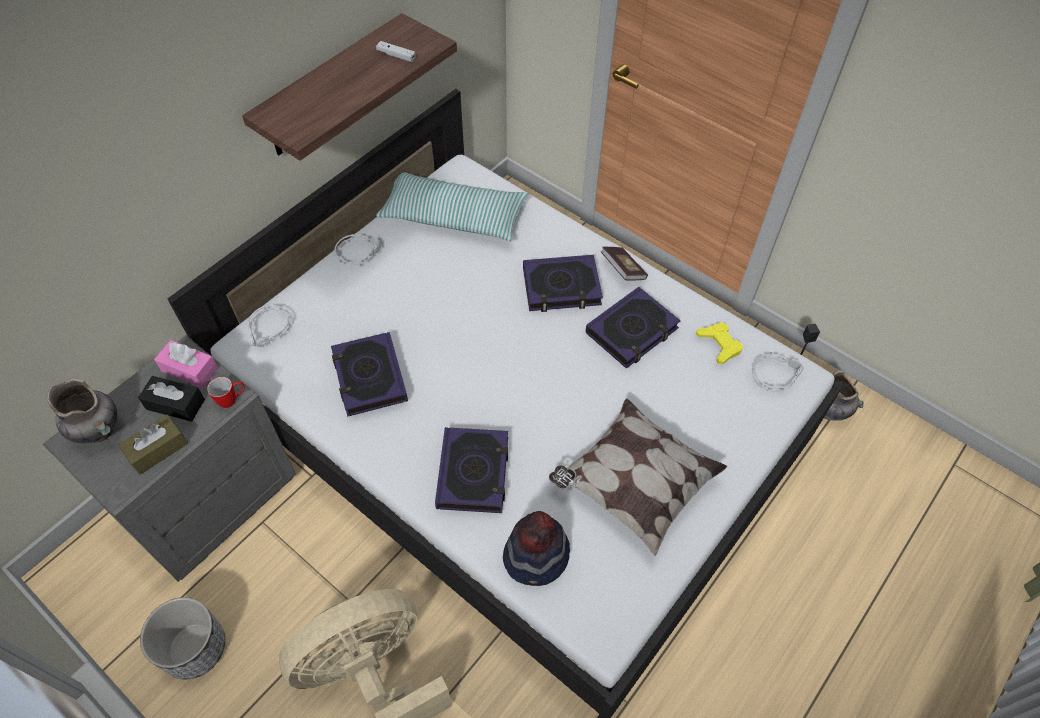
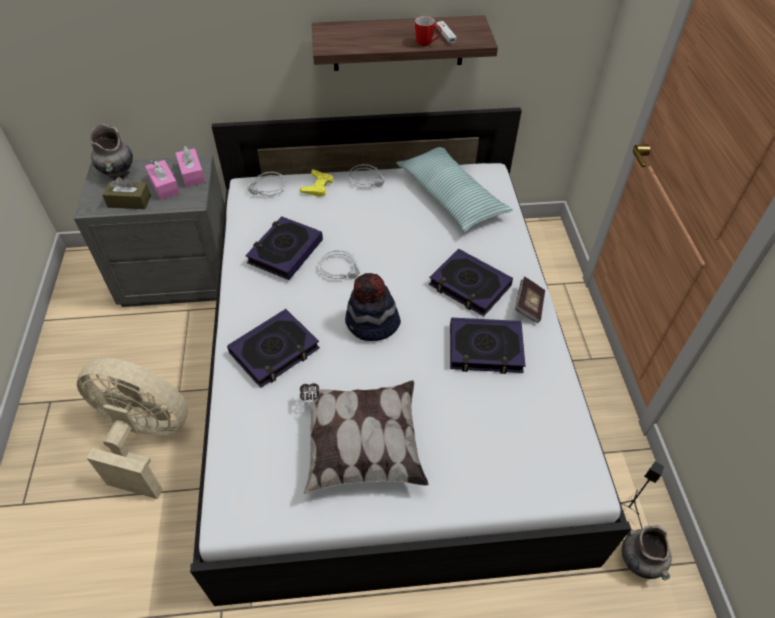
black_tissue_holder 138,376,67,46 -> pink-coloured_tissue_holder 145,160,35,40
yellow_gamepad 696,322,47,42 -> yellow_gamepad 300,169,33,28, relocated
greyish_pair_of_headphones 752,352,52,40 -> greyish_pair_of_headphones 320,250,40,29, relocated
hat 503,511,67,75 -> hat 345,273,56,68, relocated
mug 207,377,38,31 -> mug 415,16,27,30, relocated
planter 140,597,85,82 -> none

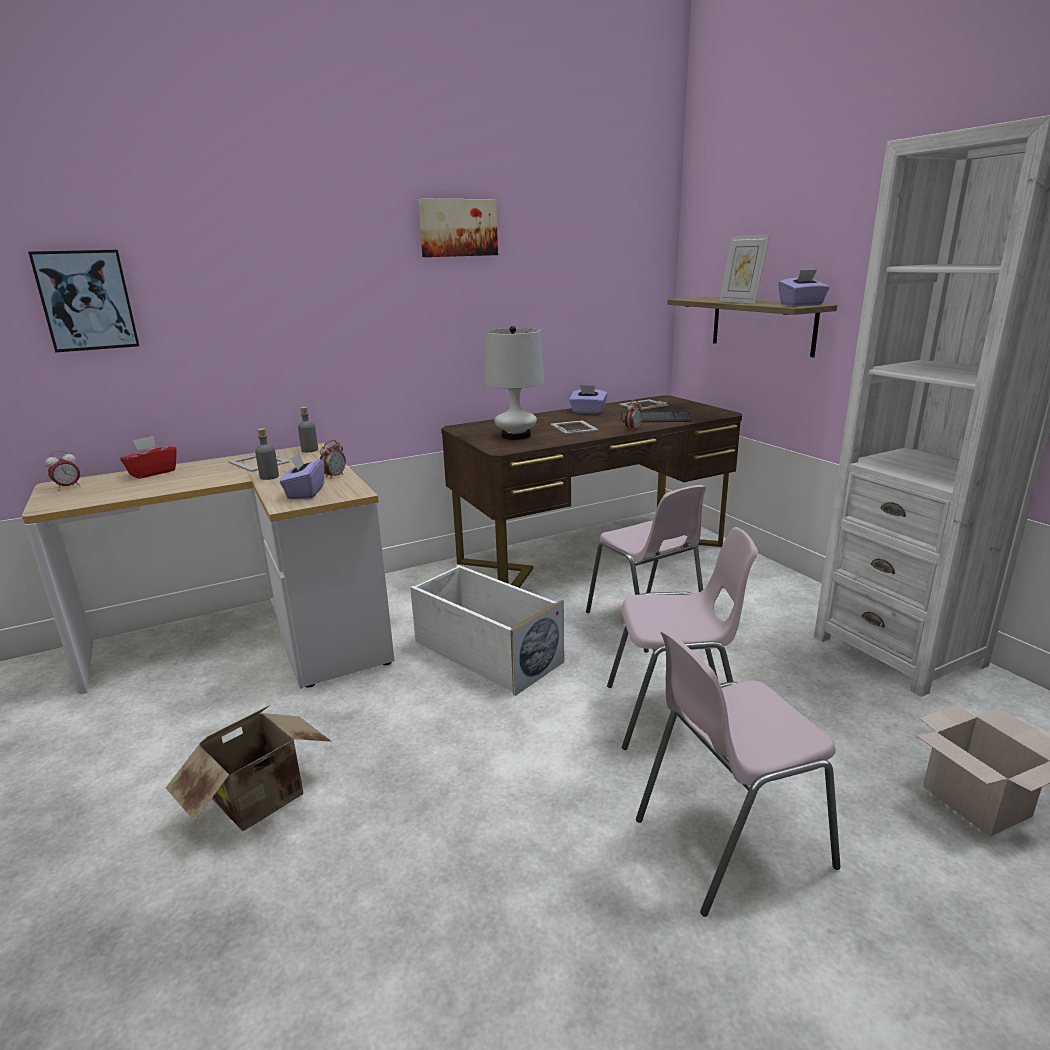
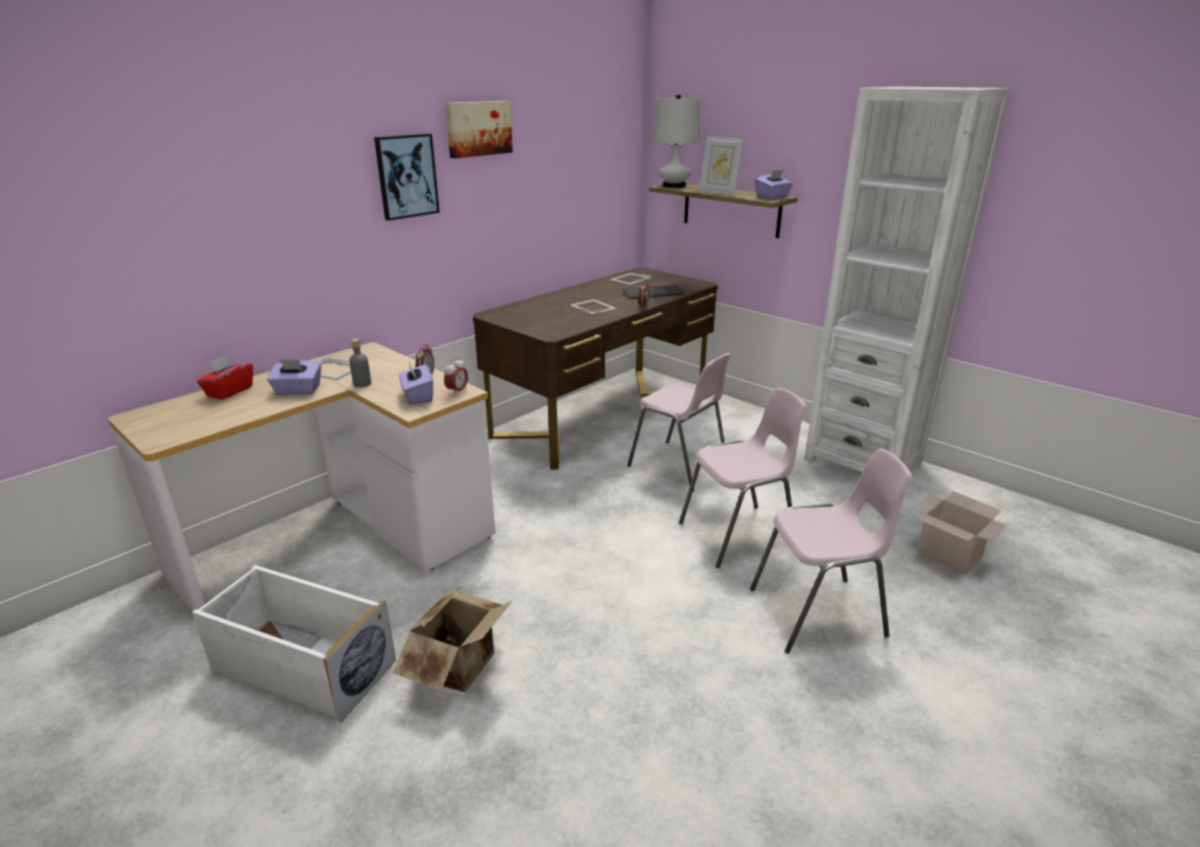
whitish_storage_box 410,565,154,131 -> whitish_storage_box 192,565,204,158, relocated
purplish_tissue_holder 569,385,38,29 -> purplish_tissue_holder 267,359,54,36, relocated
picture 28,250,111,103 -> picture 374,133,66,88, relocated
bedside_clock 45,450,35,41 -> bedside_clock 444,357,24,39, relocated
whitish_table_lamp 485,326,59,114 -> whitish_table_lamp 653,94,47,94, relocated
pink-coloured_chair 636,629,205,288 -> pink-coloured_chair 750,448,162,206, 150 degrees counterclockwise
greyish_beverage_bottle 298,407,20,45 -> none

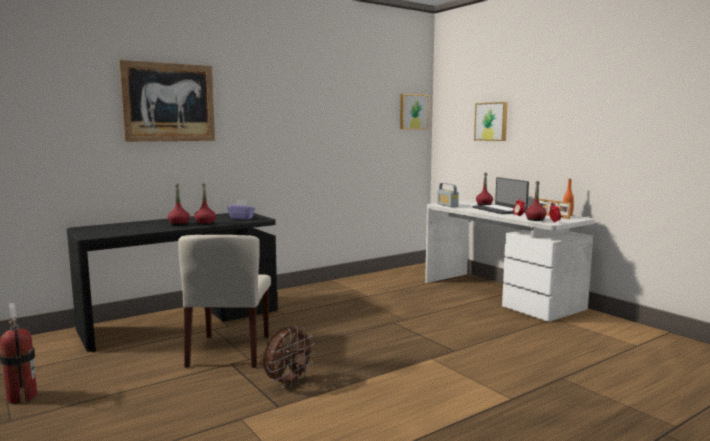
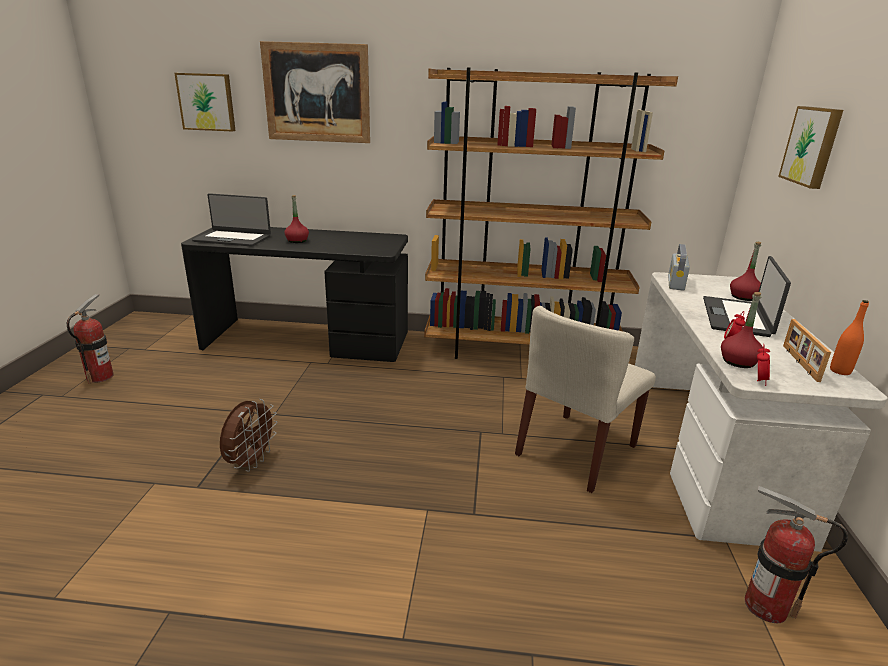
picture 400,94,29,35 -> picture 174,73,62,58, relocated
none -> laptop 192,193,79,54
brown-coloured_cooling_fan 263,326,52,62 -> brown-coloured_cooling_fan 220,399,58,73, 60 degrees counterclockwise
none -> brown-coloured_bookshelf 424,67,254,292
beige_chair 178,235,93,133 -> beige_chair 515,306,141,187, relocated
none -> extinguisher 745,486,103,137
red-coloured_beverage_bottle 194,183,22,42 -> none
purplish_tissue_holder 227,199,28,21 -> none

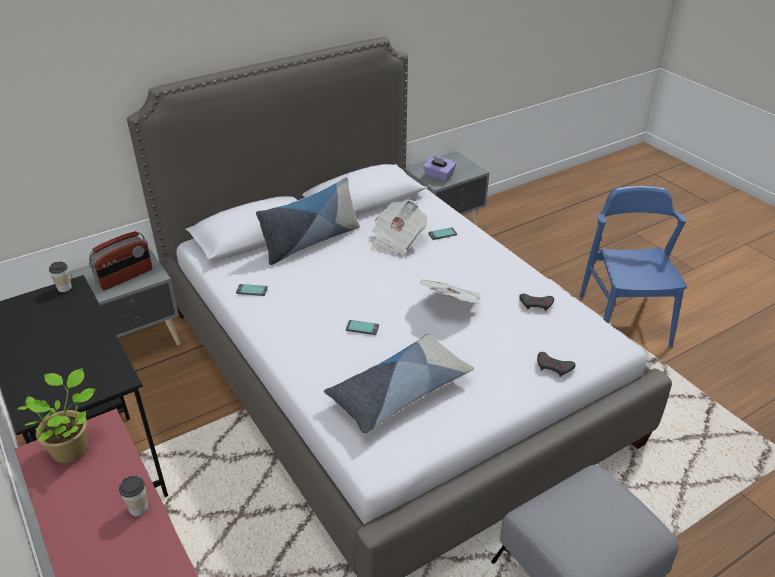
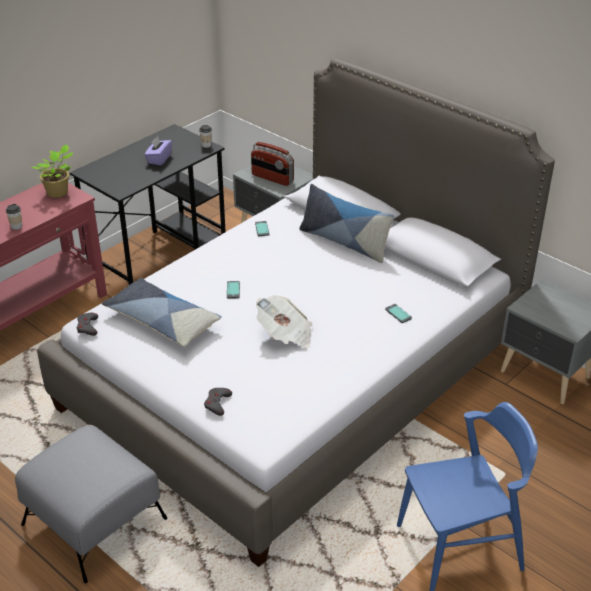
greyish_gamepad 519,294,35,17 -> greyish_gamepad 77,313,21,23, relocated
purplish_tissue_holder 423,156,33,26 -> purplish_tissue_holder 144,136,28,29, relocated
newspaper 371,200,56,54 -> none

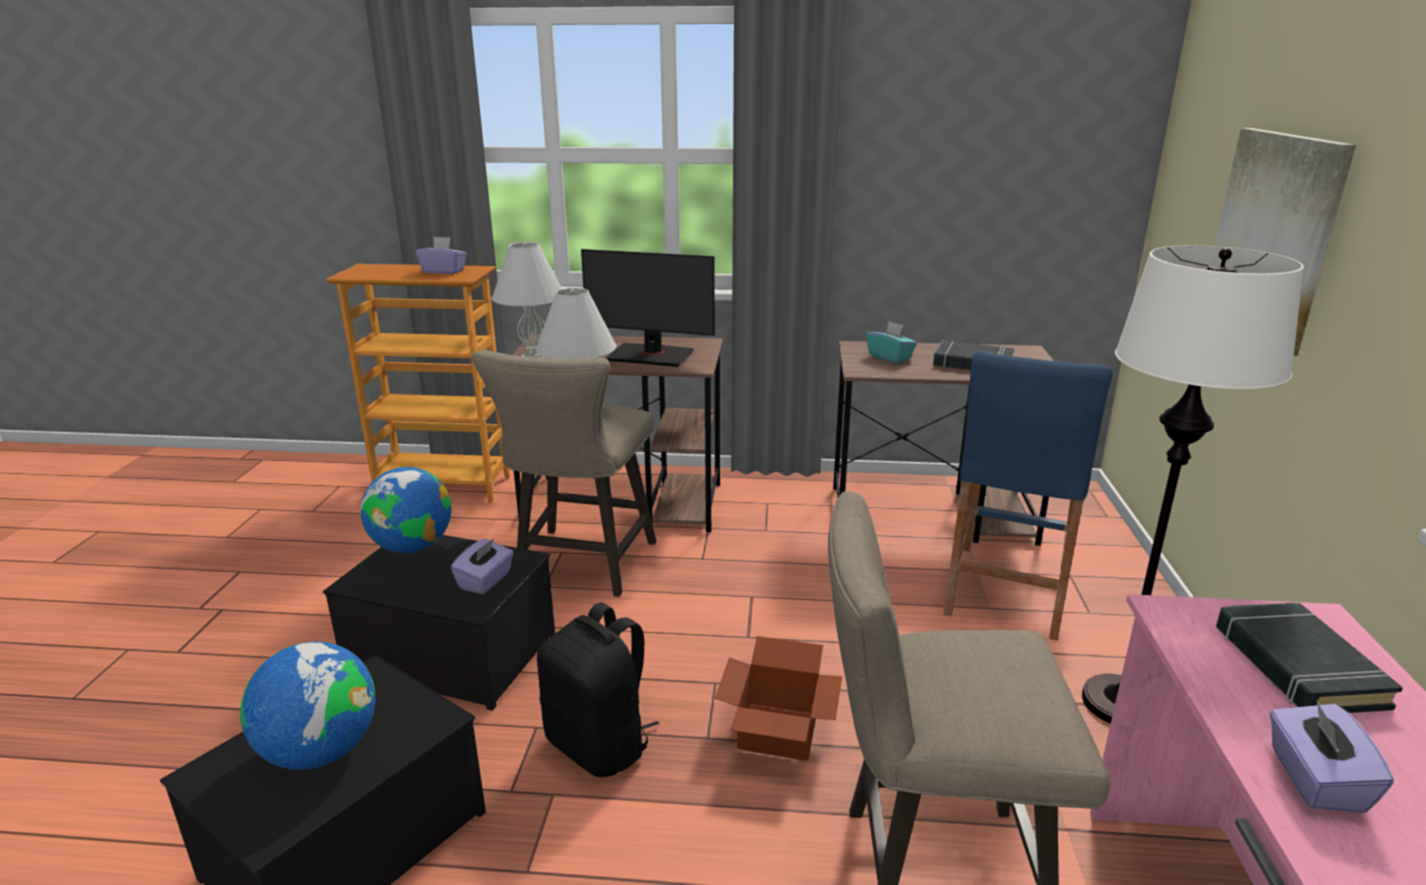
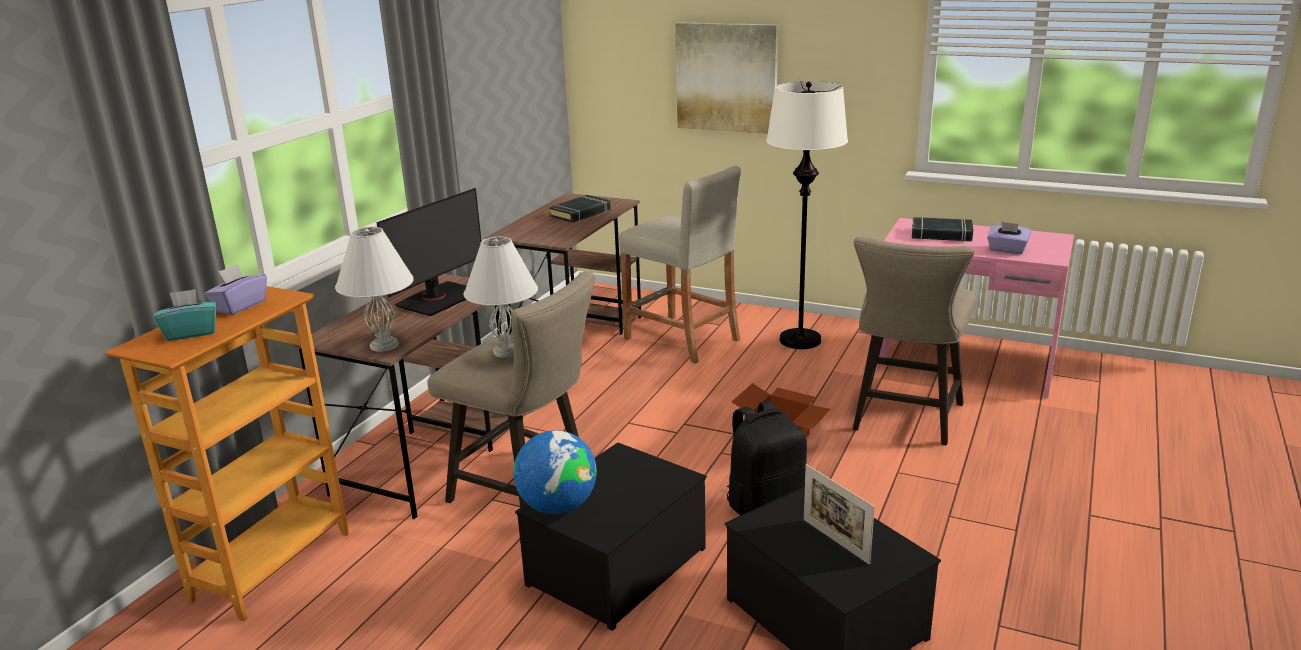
turquoise-coloured_tissue_holder 866,321,51,42 -> turquoise-coloured_tissue_holder 154,289,63,52, relocated
bluish_stool 943,350,170,291 -> beige_stool 619,166,122,198
world_globe 240,642,135,128 -> photo_frame 804,464,71,100
purplish_tissue_holder 451,538,63,56 -> none

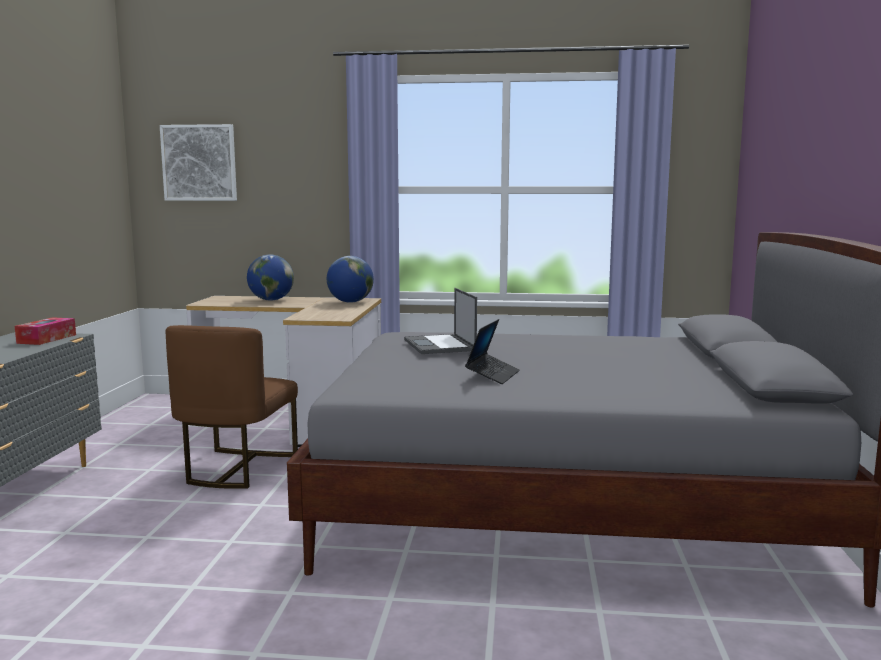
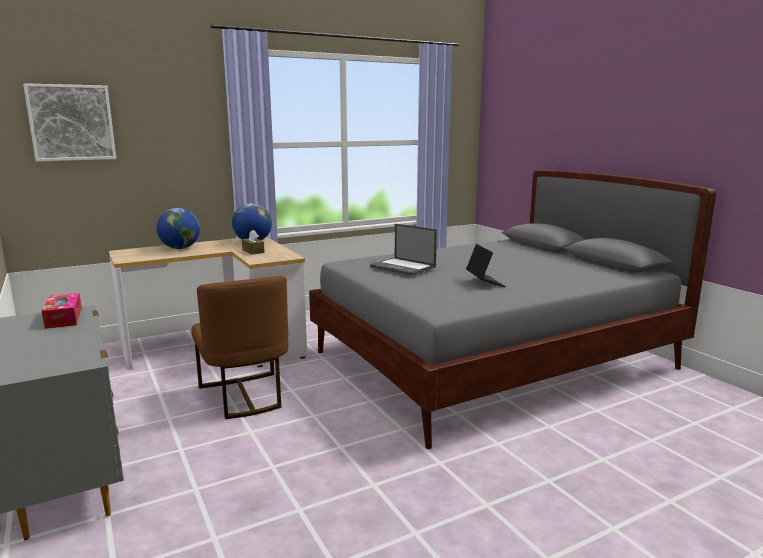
none -> brown-coloured_tissue_holder 242,230,23,25

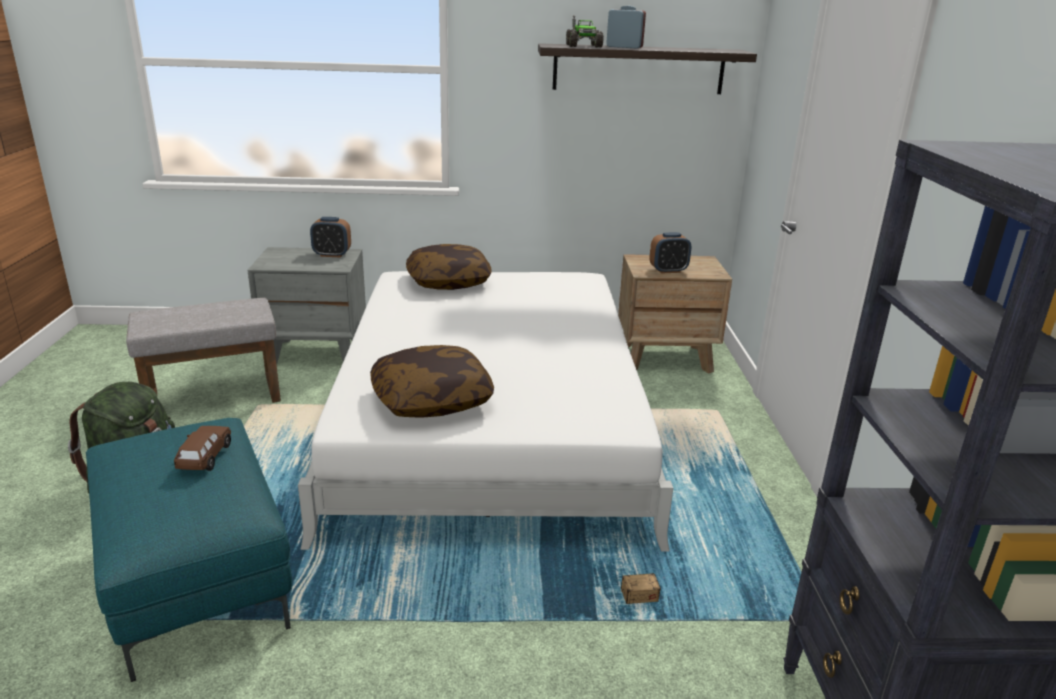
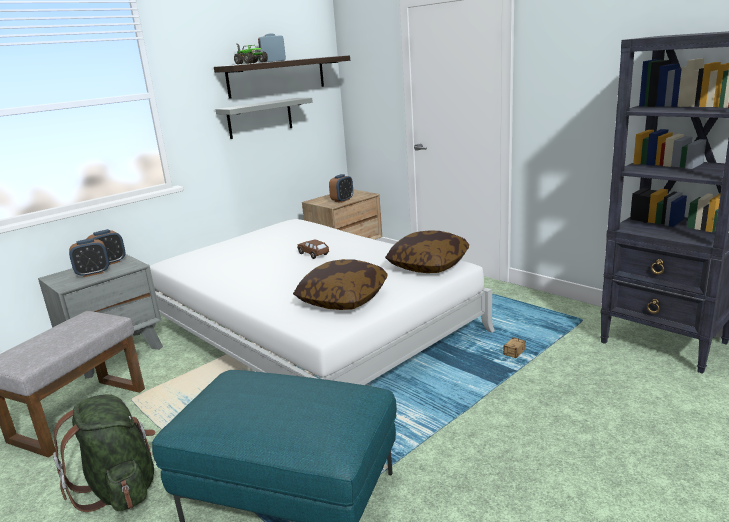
none -> bedside_clock 69,238,40,39
none -> greyish_wall_shelf 215,98,98,41
brown-coloured_model_car 174,426,57,45 -> brown-coloured_model_car 297,239,32,20, relocated
pillow 406,244,86,46 -> pillow 385,230,84,43, relocated

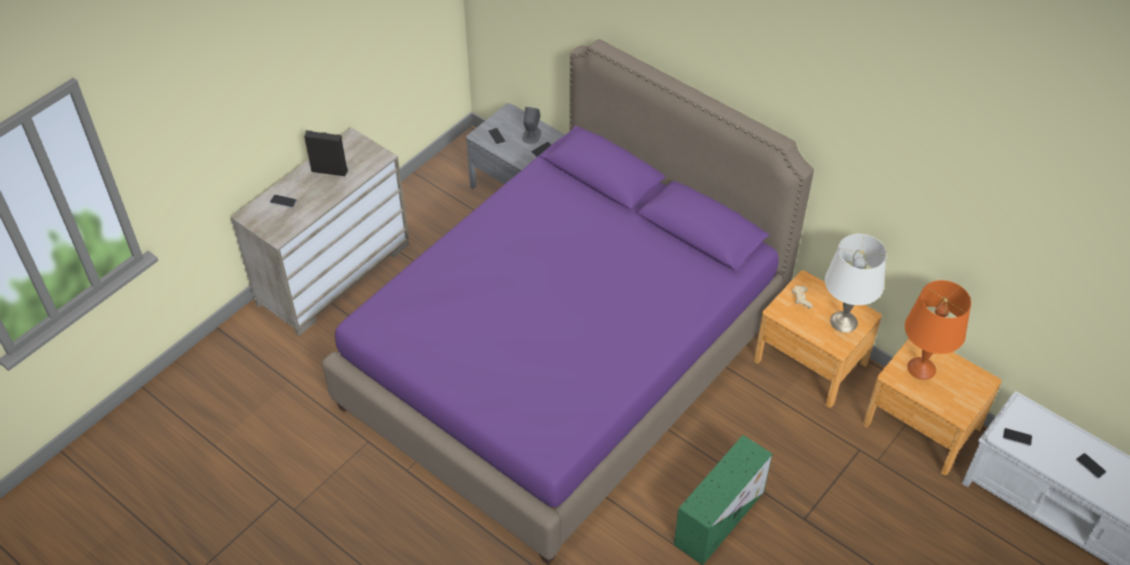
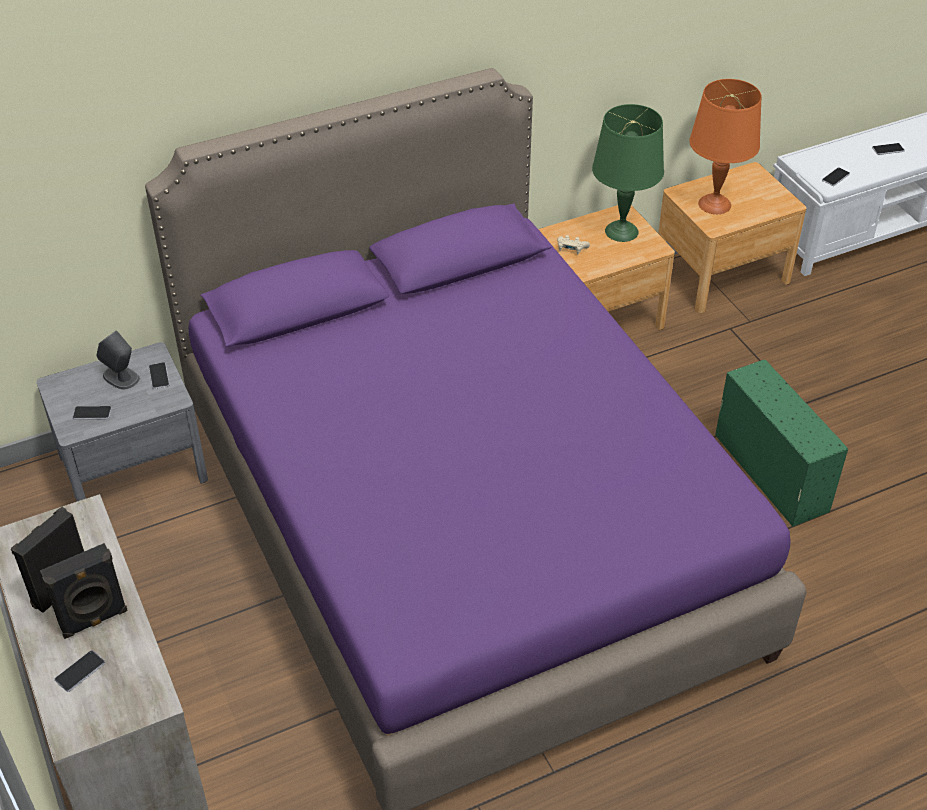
none -> black_loudspeaker 40,543,88,96
whitish_table_lamp 825,234,62,99 -> green_table_lamp 592,104,72,138

